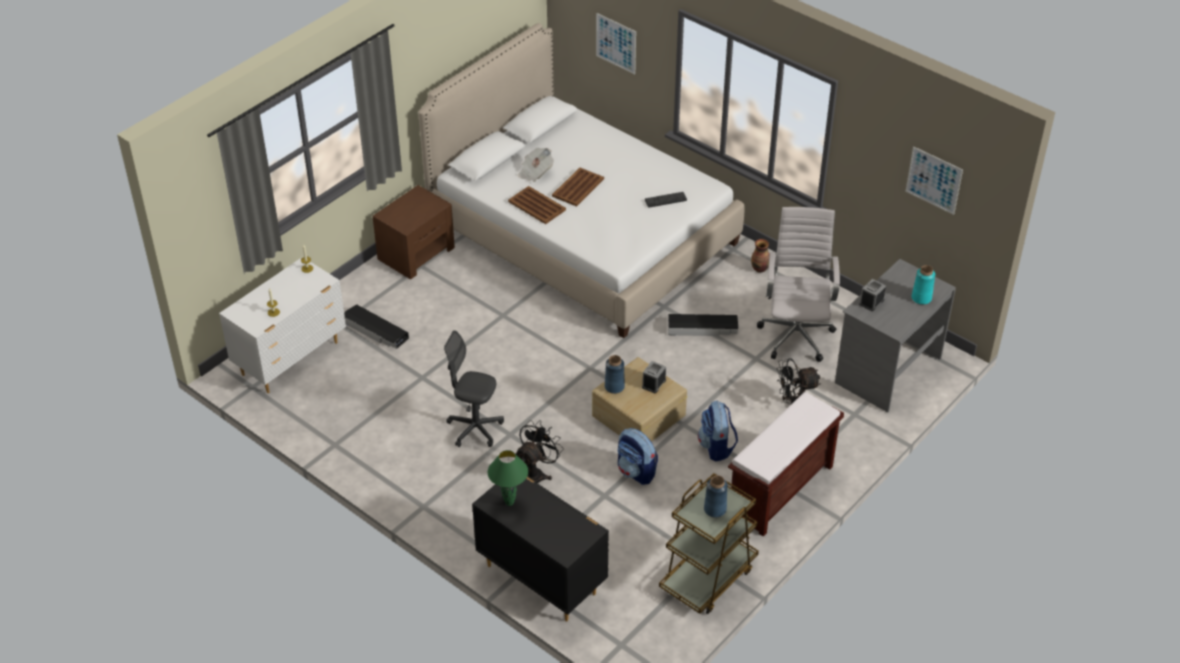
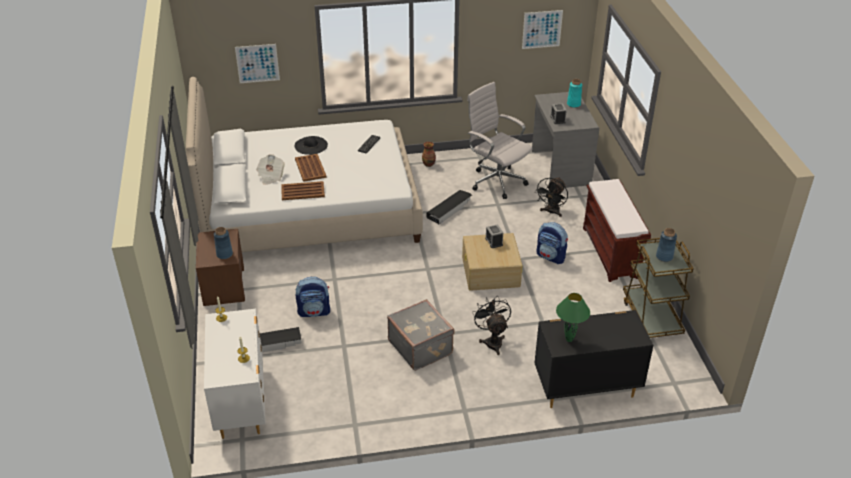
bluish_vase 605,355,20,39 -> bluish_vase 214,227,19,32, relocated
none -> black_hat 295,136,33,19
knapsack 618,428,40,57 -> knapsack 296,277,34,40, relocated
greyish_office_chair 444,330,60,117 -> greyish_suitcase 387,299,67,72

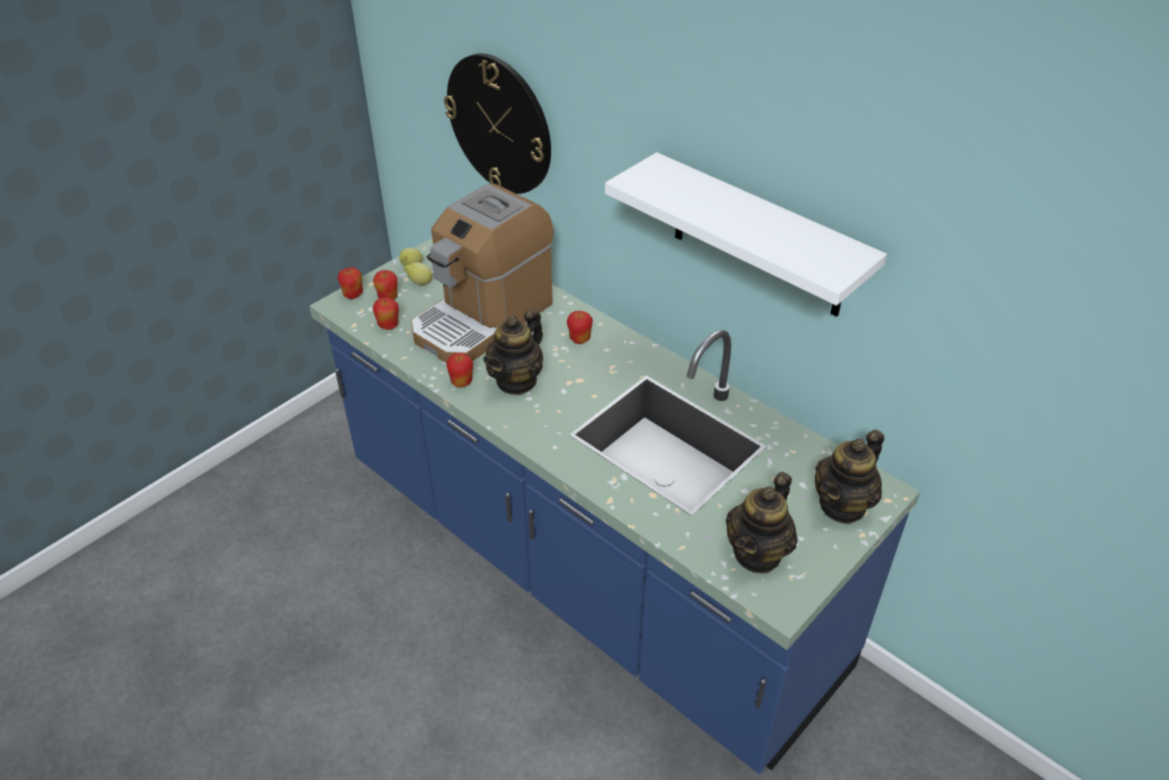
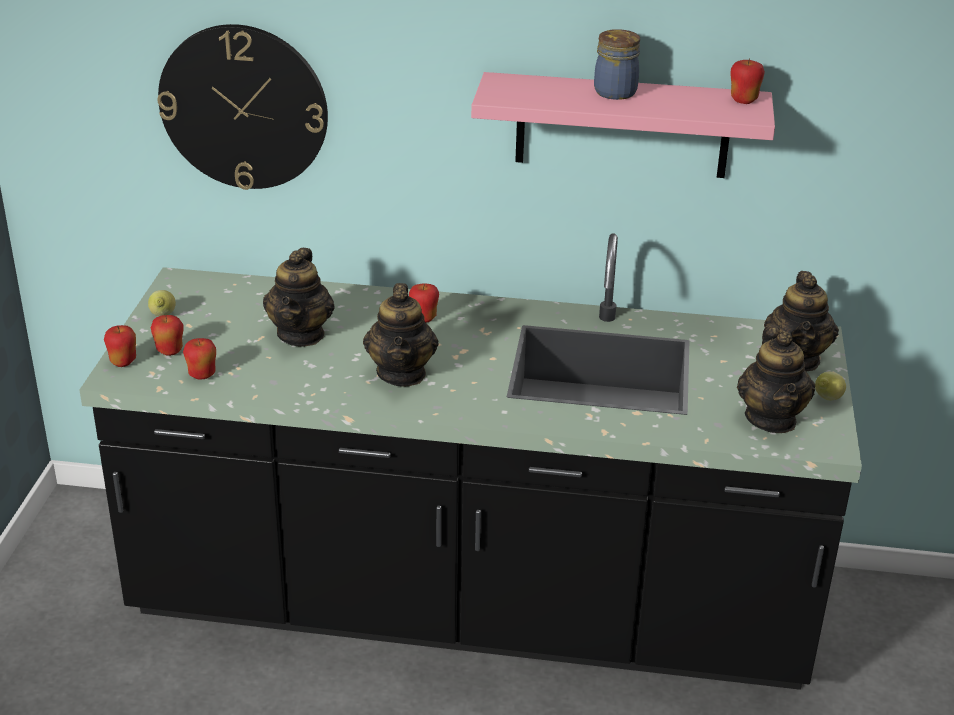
bluish_counter 309,238,611,536 -> black_counter 79,233,783,457
coffee_machine 411,184,142,179 -> tea_pot 263,248,71,99
whitish_wall_shelf 605,152,282,165 -> pink-coloured_wall_shelf 471,72,304,106
none -> jar 594,29,46,71
apple_fruit 447,353,26,35 -> apple_fruit 730,58,35,46, relocated
citrus_fruit 404,262,28,23 -> citrus_fruit 815,371,31,29, relocated

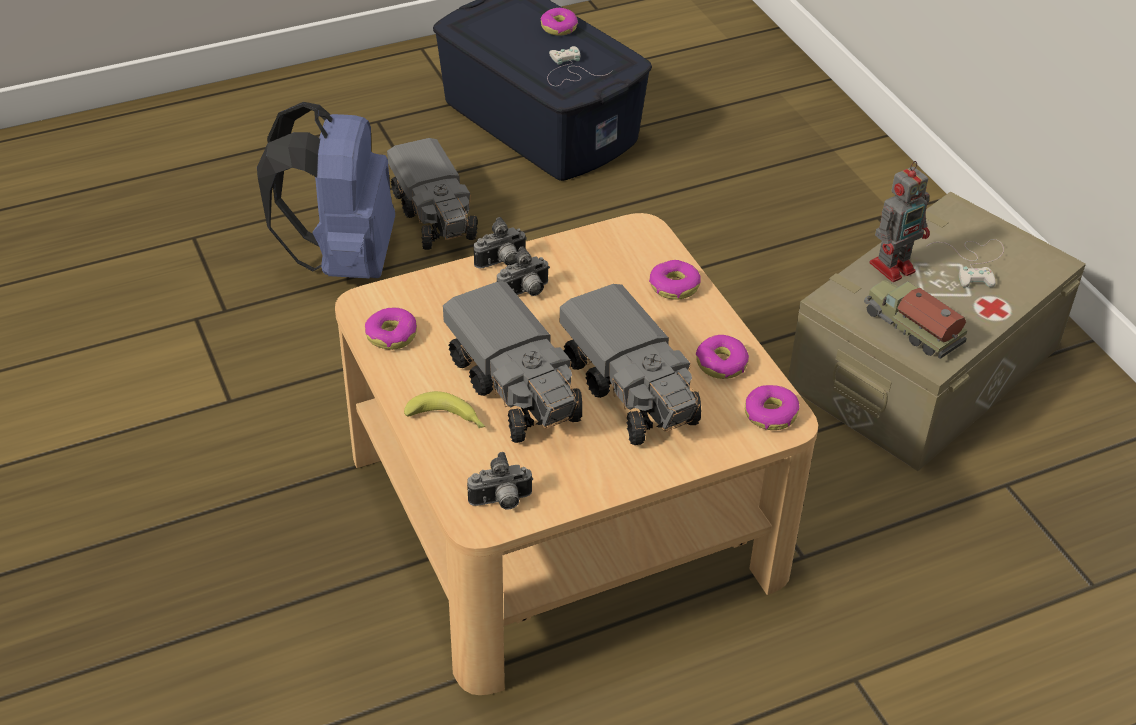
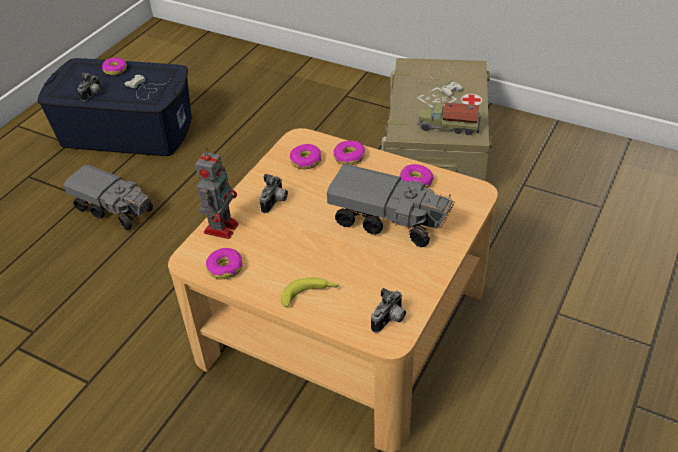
still_camera 474,217,53,51 -> still_camera 77,72,25,29, relocated
toy_robot 869,161,61,121 -> toy_robot 195,148,44,91, relocated
doughnut 745,385,55,45 -> doughnut 290,144,31,25, relocated
bluish_knapsack 257,102,138,177 -> none
model_truck 443,282,139,161 -> none

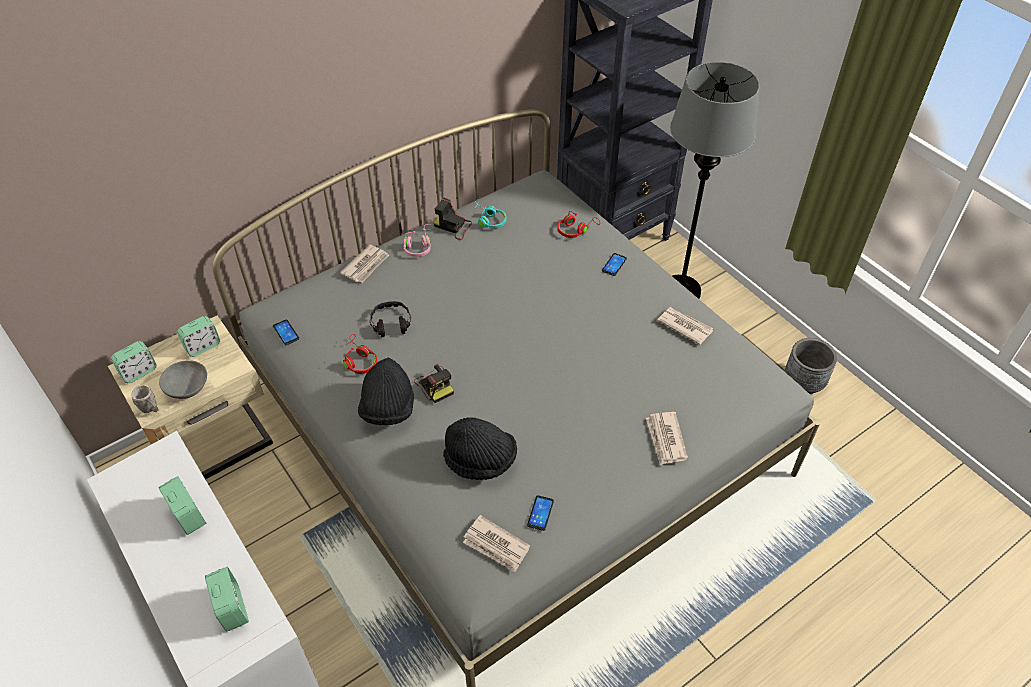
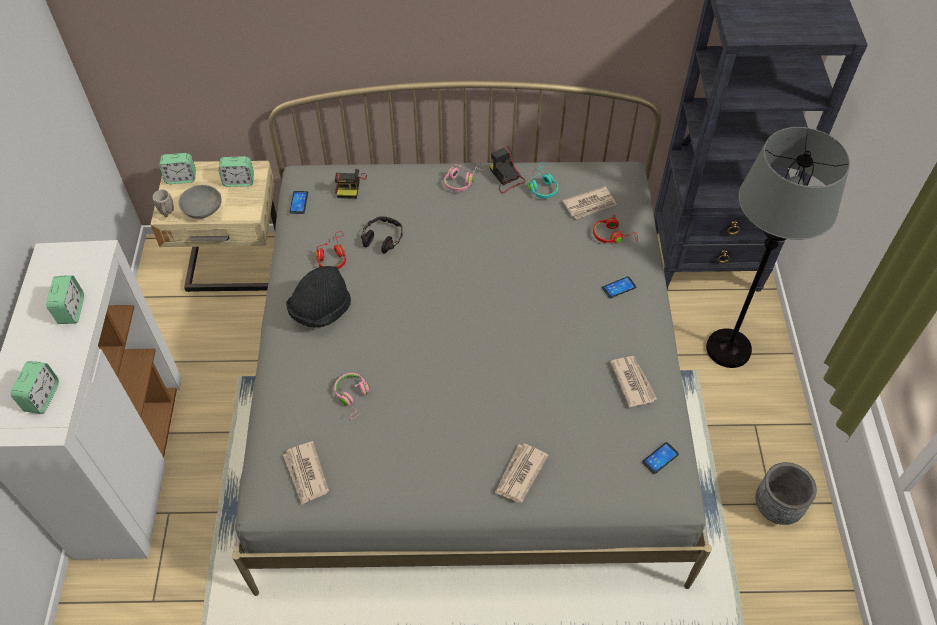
black_hat 443,417,74,63 -> pink-coloured_pair_of_headphones 334,373,36,46
still_camera 414,364,40,39 -> still_camera 335,169,32,30, relocated
newspaper 340,245,49,38 -> newspaper 562,186,55,33, relocated
handset 527,495,27,36 -> handset 642,442,37,32, relocated

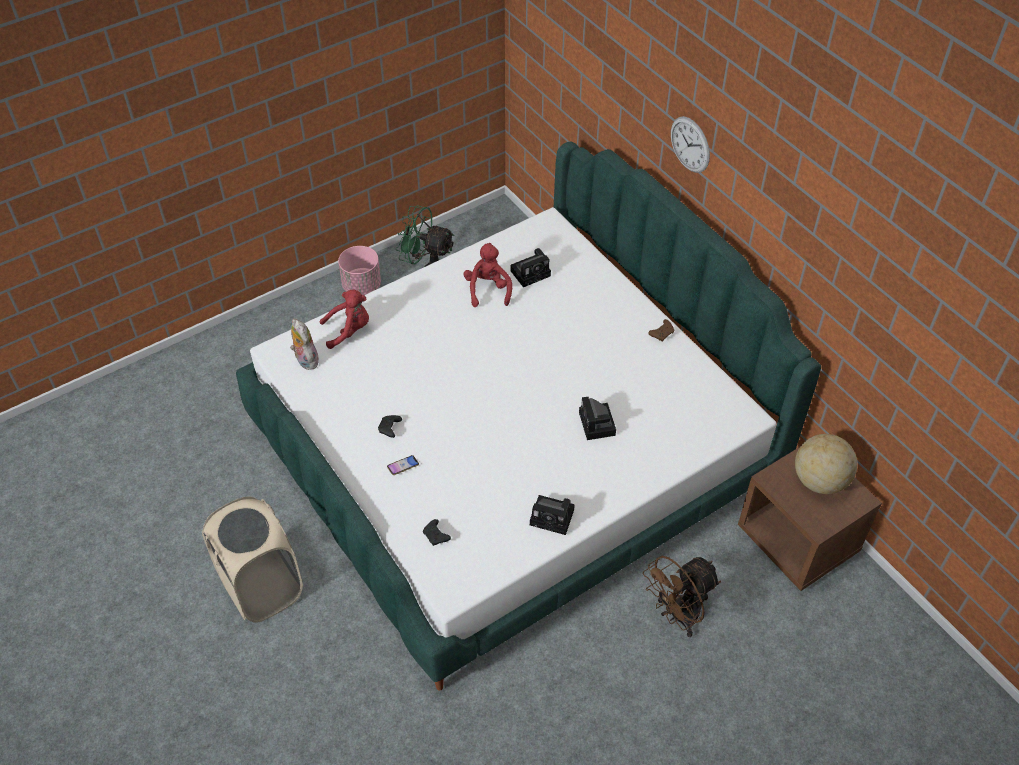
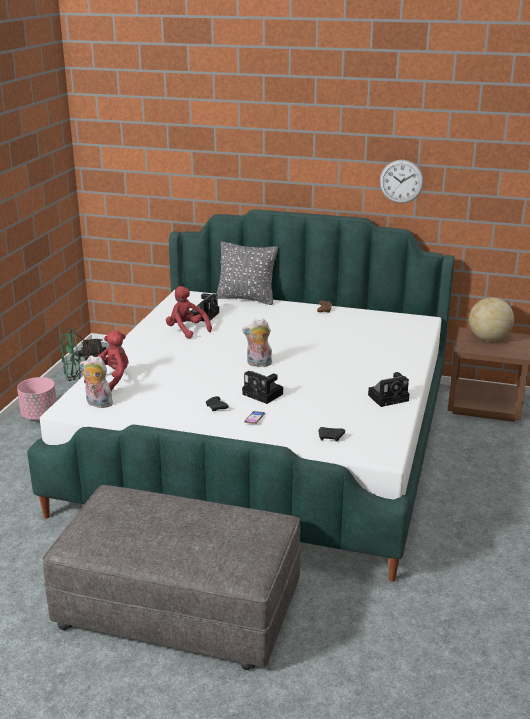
beige_hamper 202,496,101,127 -> greyish_footrest 42,485,259,185
none -> greyish_pillow 216,242,62,63
none -> plush_toy 242,319,30,48
still_camera 579,397,37,43 -> still_camera 242,371,41,33, relocated
hanging_clock 671,116,39,57 -> hanging_clock 380,160,44,43, relocated
brown-coloured_cooling_fan 643,556,78,81 -> none

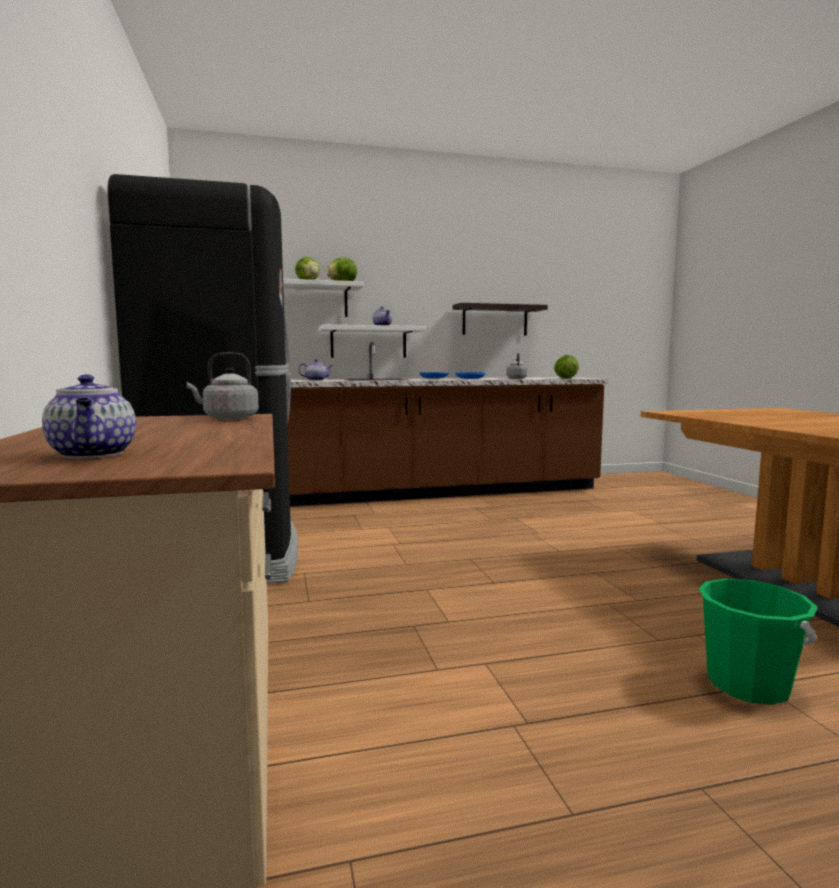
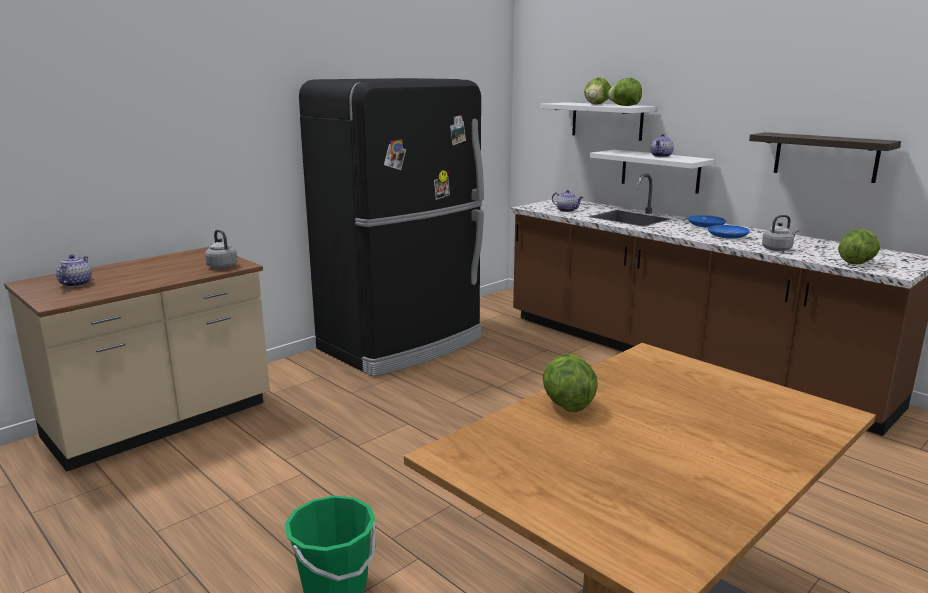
tea_pot 42,374,94,84 -> tea_pot 56,254,36,33, 150 degrees clockwise
none -> lettuce_head 542,354,56,58

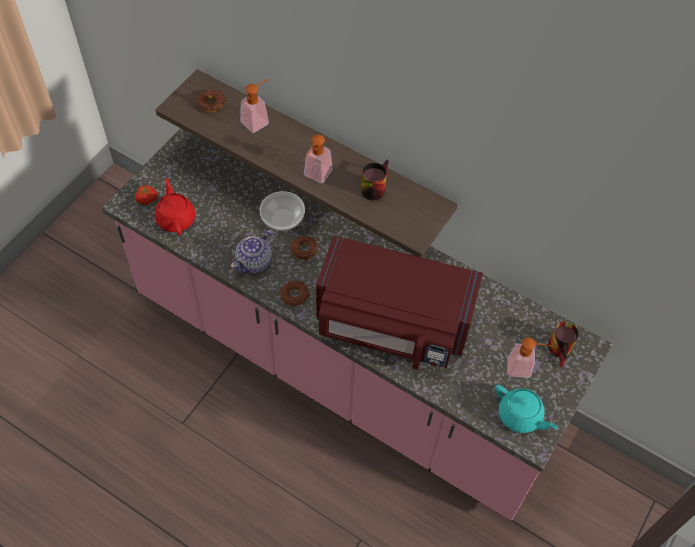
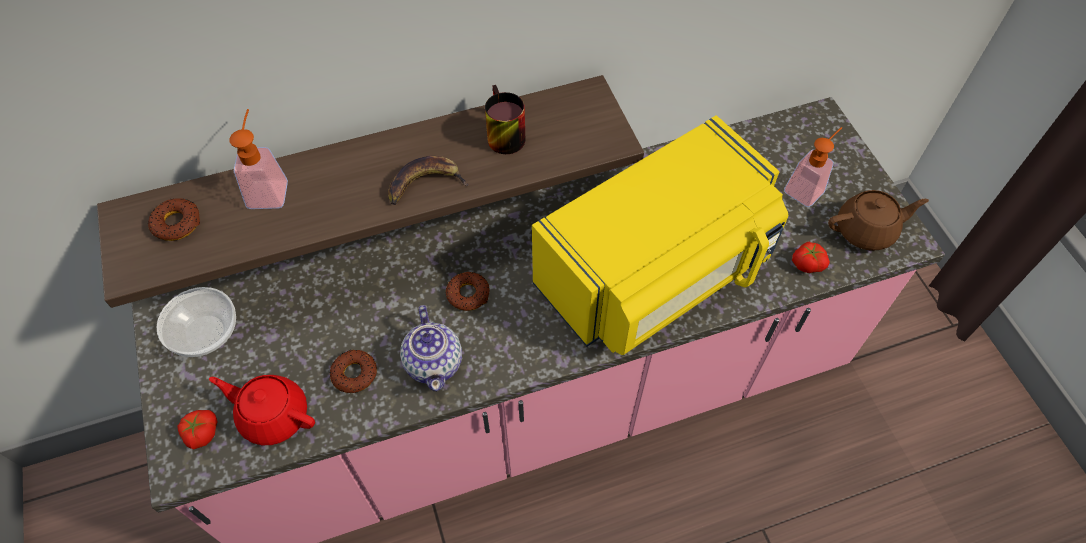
bowl 259,191,46,40 -> bowl 157,287,79,70, relocated
doughnut 280,281,29,25 -> doughnut 329,350,48,43, relocated
liquid_soap_bottle 304,135,29,48 -> whole_banana 388,156,80,49
red-coloured_microwave_oven 316,236,167,134 -> yellow_microwave_oven 532,115,256,240
none -> tomato 792,241,38,32
turquoise-coloured_tea_pot 495,385,63,48 -> brown-coloured_tea_pot 828,190,101,61
mug 548,322,31,45 -> none

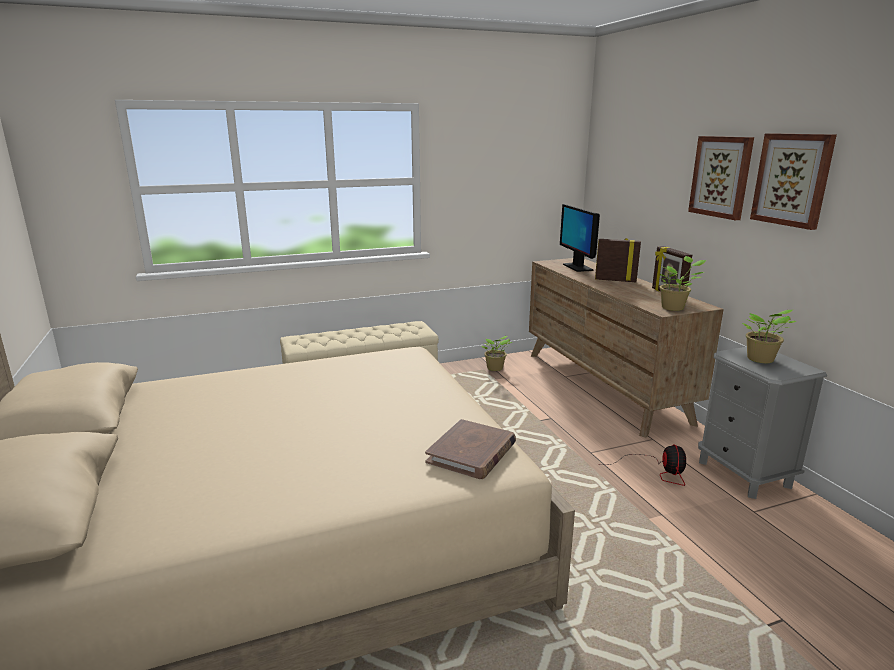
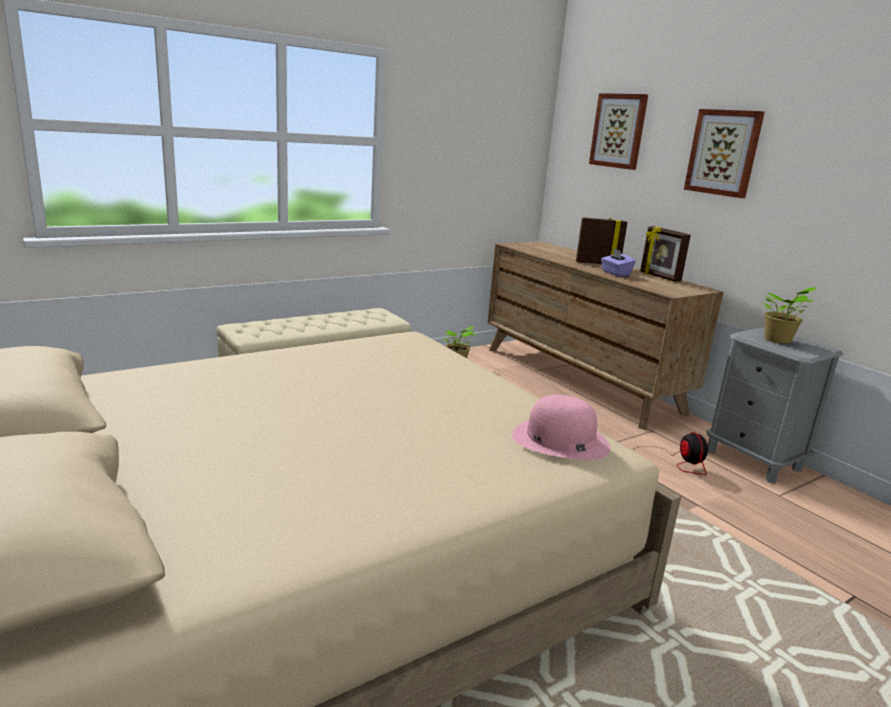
brown-coloured_book 425,419,91,60 -> pink-coloured_hat 512,395,98,65
picture 750,133,87,97 -> picture 589,93,59,77, relocated
none -> purplish_tissue_holder 601,248,34,28
computer_screen 560,204,40,68 -> none
potted_plant 659,256,47,55 -> none

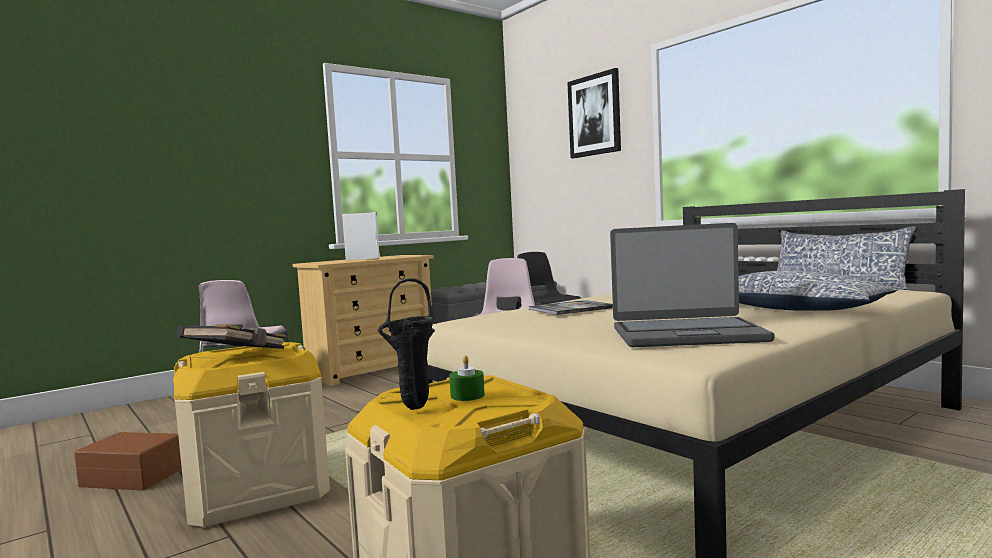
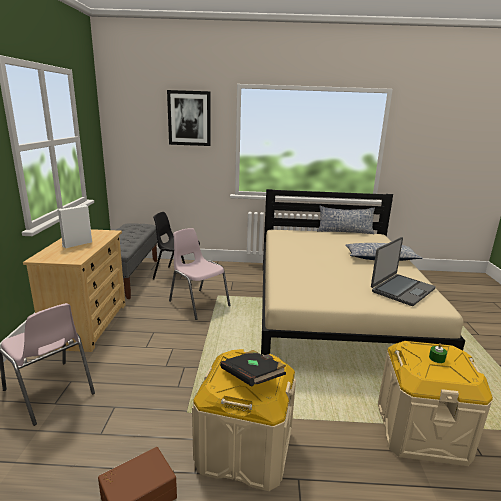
black_vase 378,278,57,132 -> none
book 528,300,85,15 -> none

